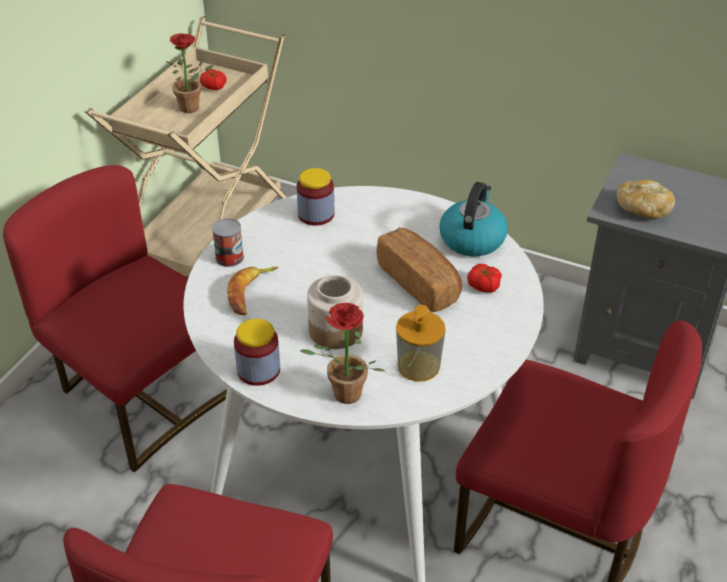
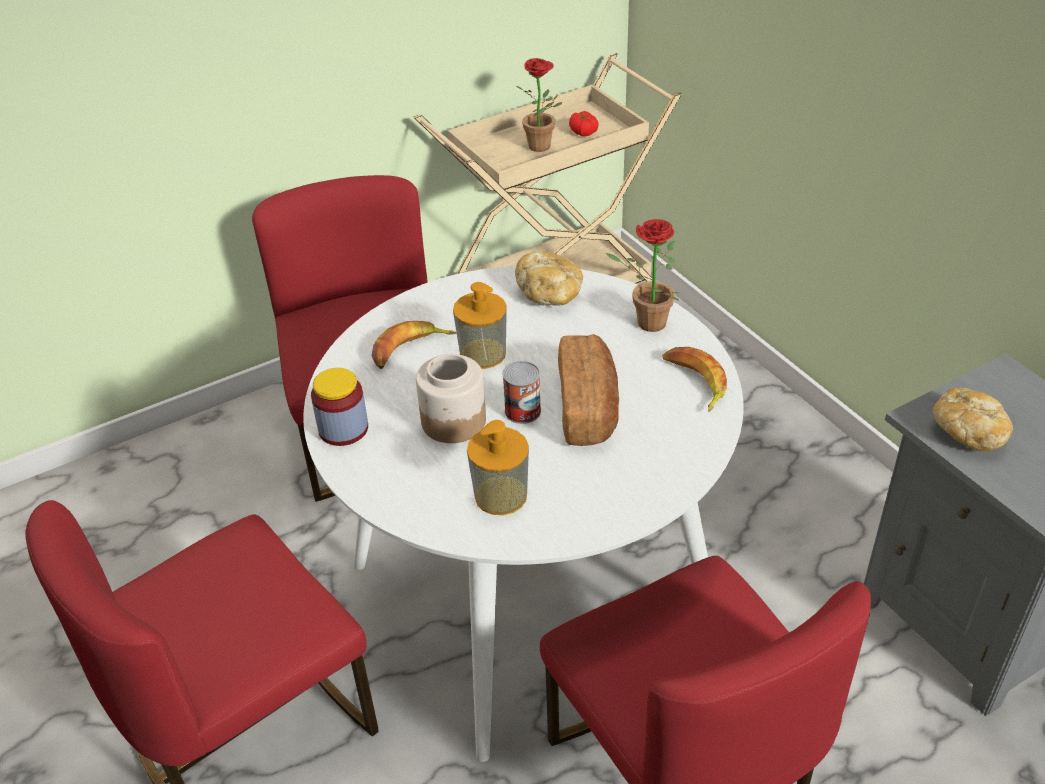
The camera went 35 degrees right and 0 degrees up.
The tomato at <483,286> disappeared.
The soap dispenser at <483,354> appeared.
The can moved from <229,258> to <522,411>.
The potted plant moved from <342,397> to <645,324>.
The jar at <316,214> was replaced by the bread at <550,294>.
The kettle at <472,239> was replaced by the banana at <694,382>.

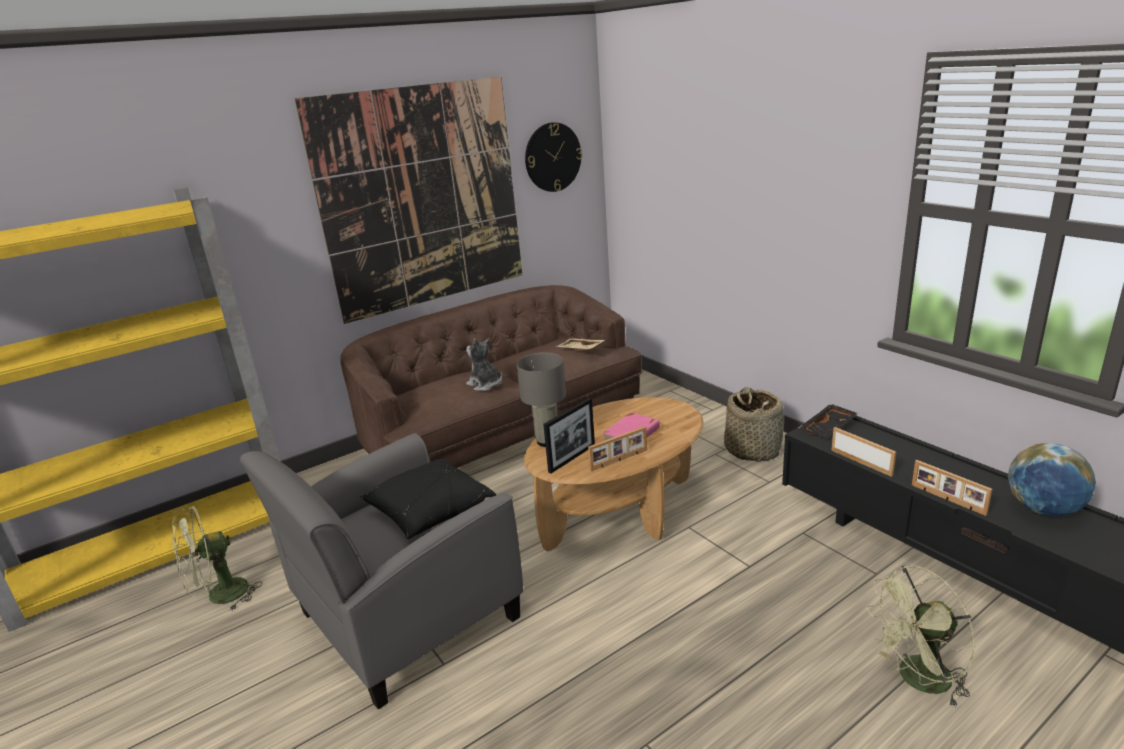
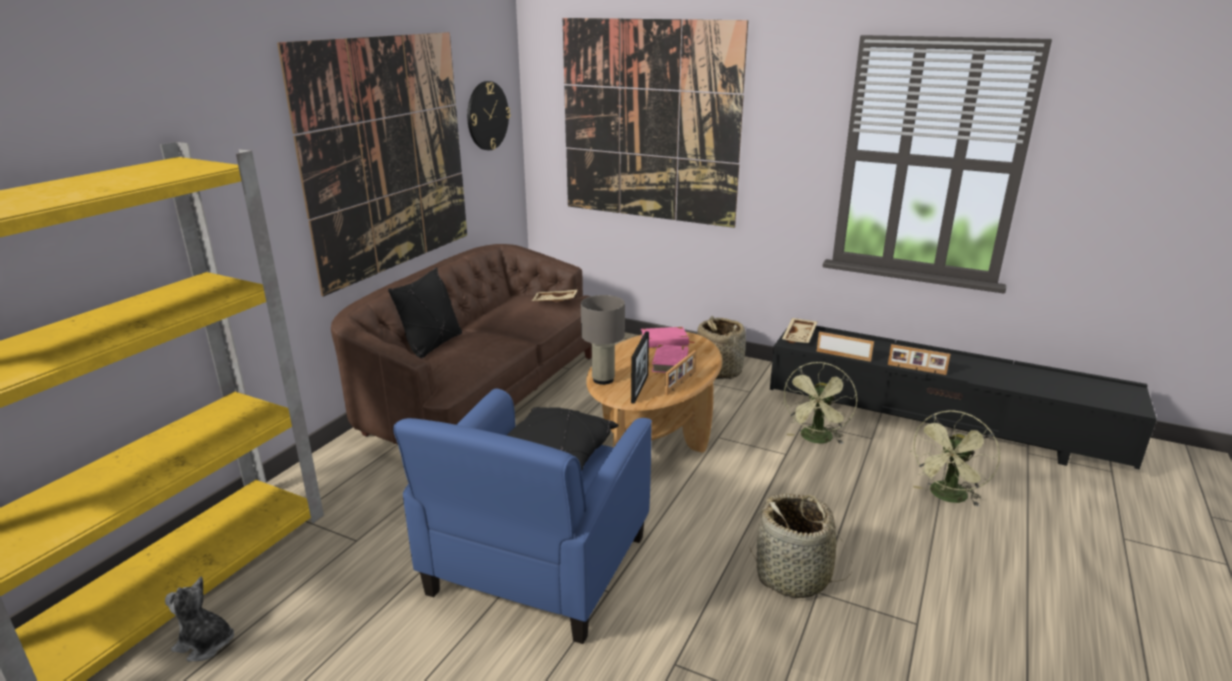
The camera went 30 degrees left and 0 degrees up.
The globe at <1043,510> disappeared.
The pillow (black) at <432,346> appeared.
The picture at <649,122> appeared.
The book (pink) at <664,341> appeared.
The basket at <793,576> appeared.
The fan (green) moved from <219,597> to <816,440>.
The plush toy moved from <485,385> to <205,644>.
The armchair (grey) at <406,617> became the armchair (blue) at <537,567>.
The tray (black) at <828,428> became the tray (beige) at <800,336>.

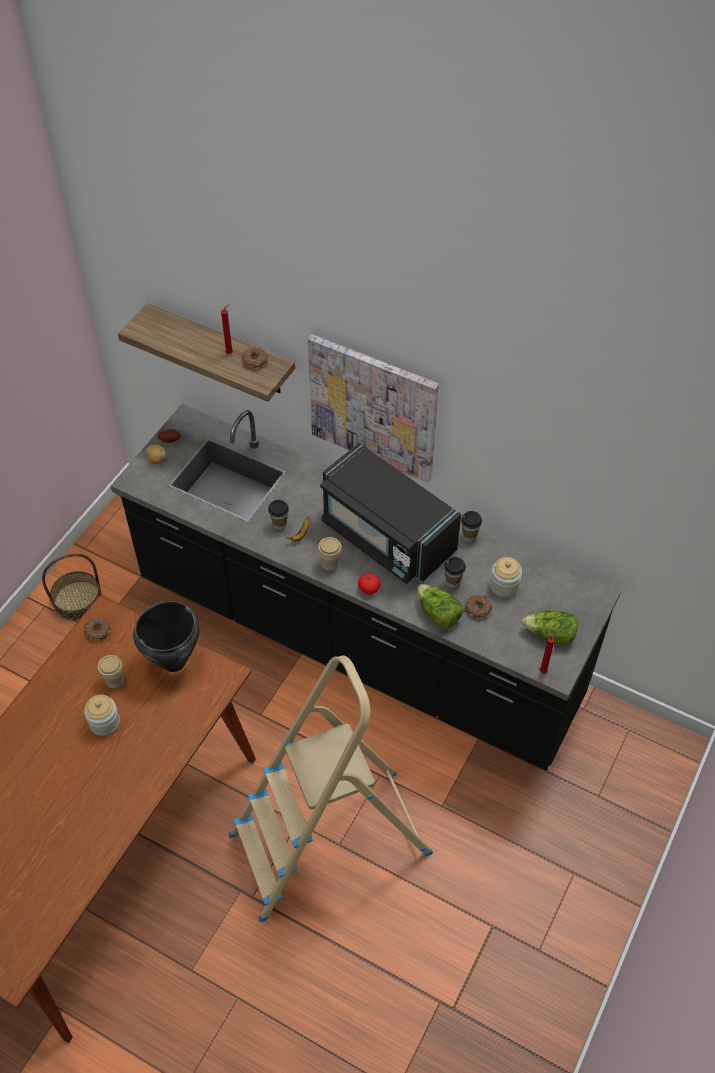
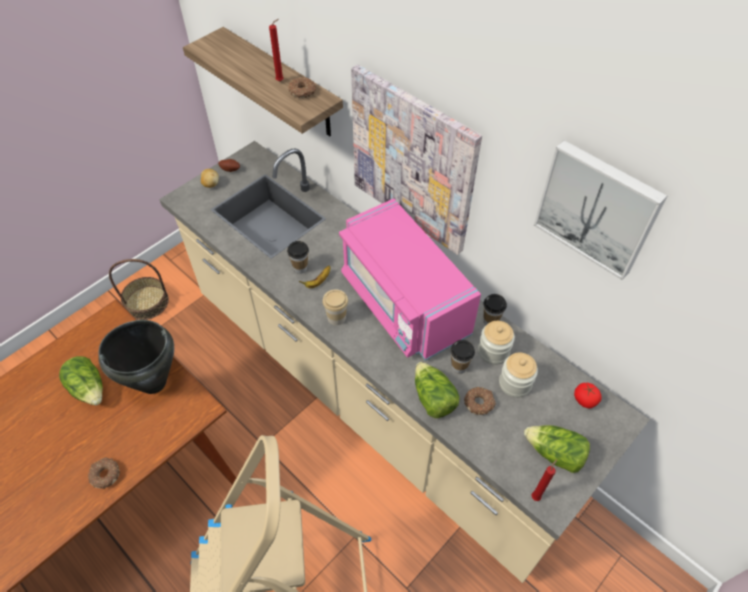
The camera went 15 degrees right and 0 degrees up.
The picture at <597,208> appeared.
The donut moved from <97,631> to <105,474>.
The jar moved from <105,722> to <493,351>.
The tomato moved from <368,589> to <584,400>.
The cup at <114,680> was replaced by the lettuce at <89,388>.
The counter (black) at <357,640> became the counter (beige) at <374,395>.
The microwave (black) at <386,536> became the microwave (pink) at <403,302>.

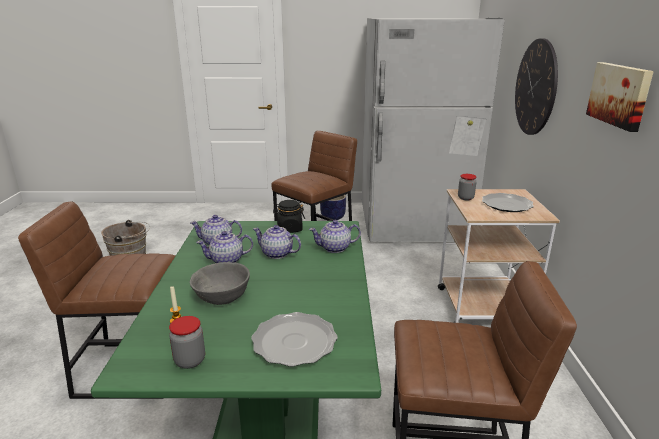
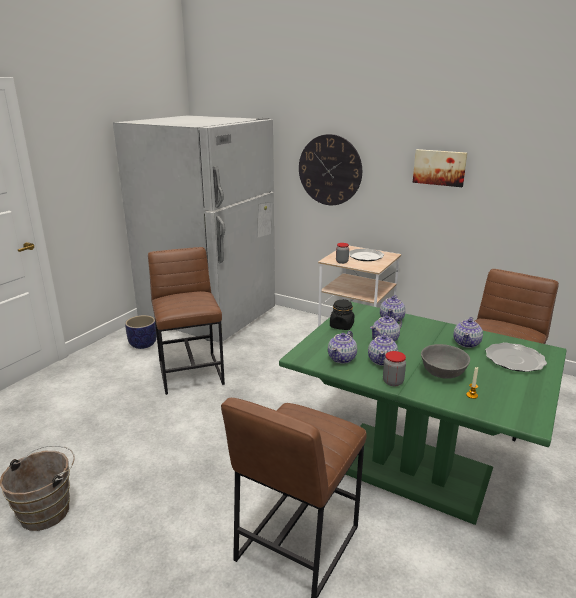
The camera went 60 degrees left and 0 degrees up.
The teapot at <467,343> appeared.
The jar moved from <190,360> to <393,382>.

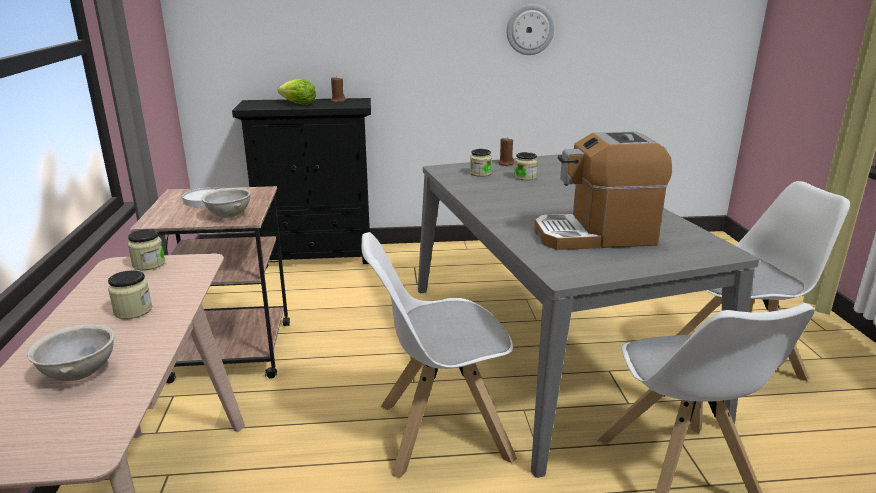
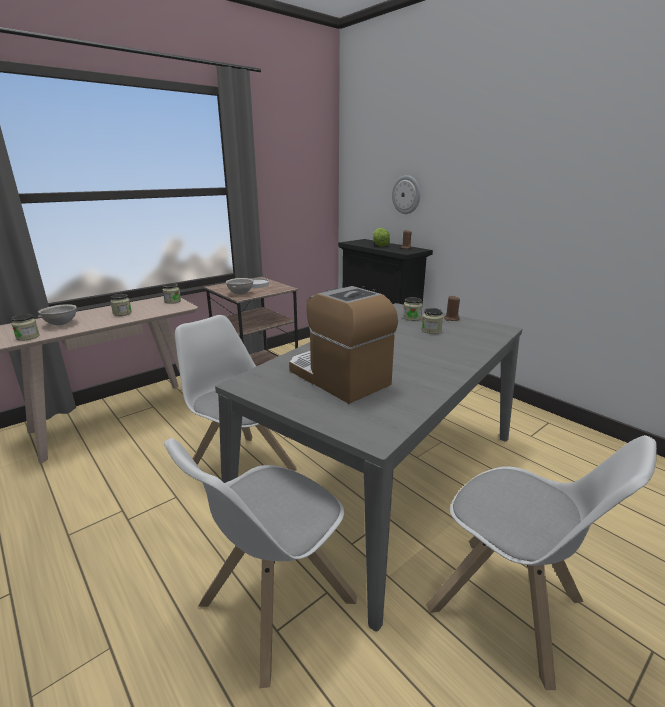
The camera went 55 degrees right and 0 degrees up.
The jar at <28,337> appeared.
The wall clock moved from <530,29> to <406,195>.

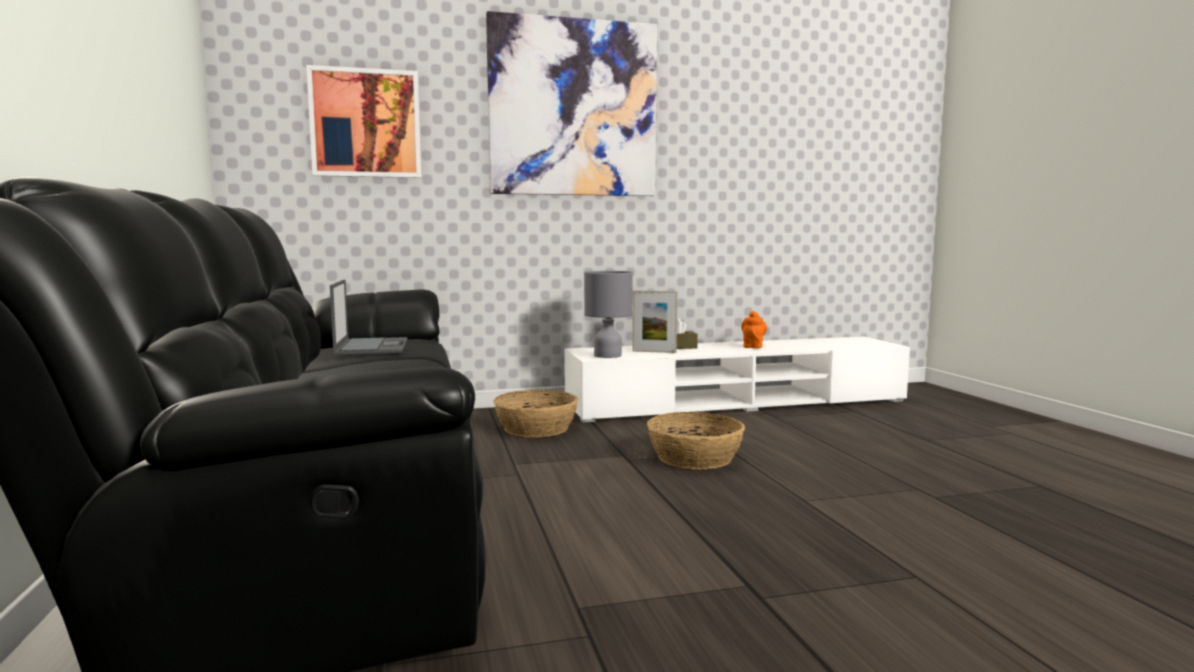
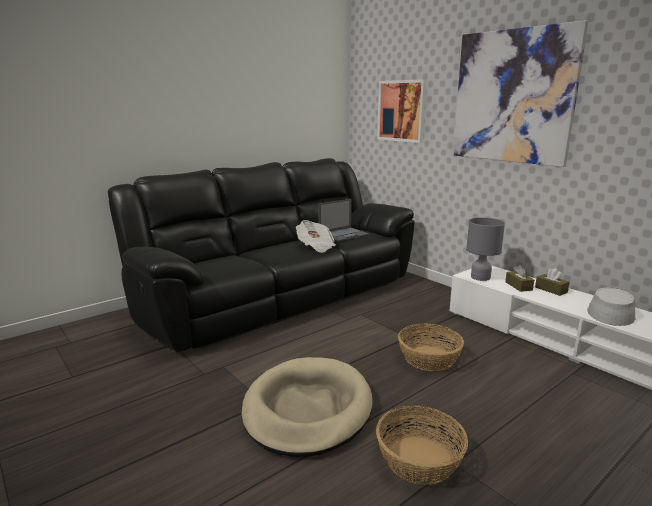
The camera went 65 degrees right and 10 degrees up.
The dog bed (beige) at <307,409> appeared.
The newspaper at <315,246> appeared.
The basket moved from <537,429> to <419,460>.
The picture frame at <654,352> was replaced by the tissue box (brown) at <518,286>.
The teapot (orange) at <753,346> was replaced by the hat (grey) at <610,312>.

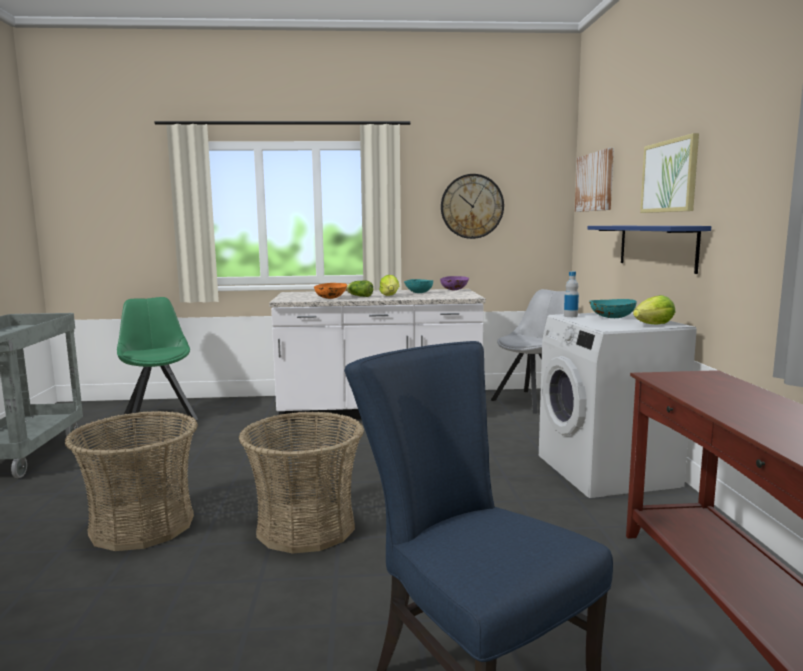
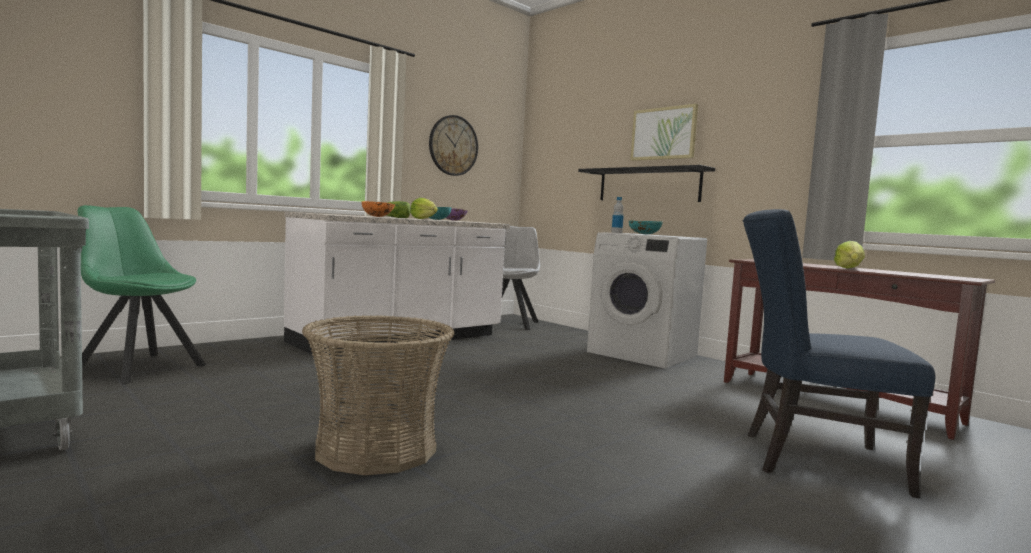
The camera went 40 degrees left and 5 degrees down.
The basket at <306,527> disappeared.
The picture at <595,182> disappeared.
The lettuce moved from <654,325> to <849,268>.
The shelf (blue) at <656,246> became the shelf (black) at <648,185>.

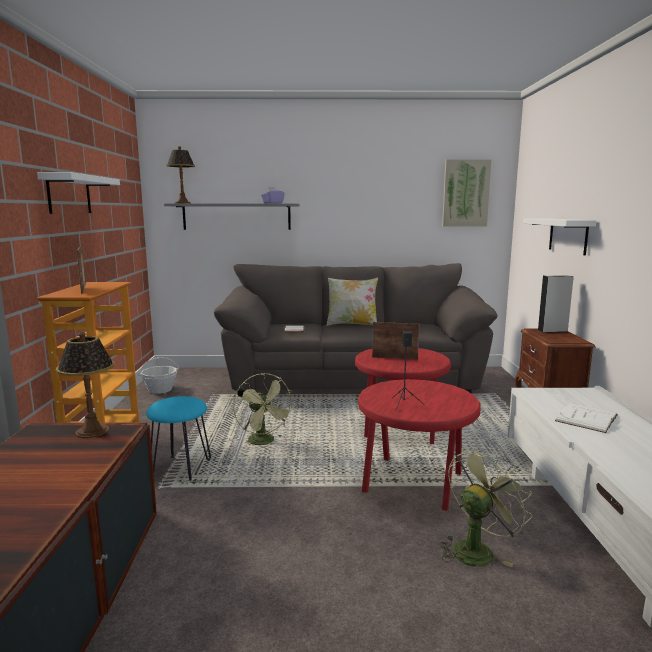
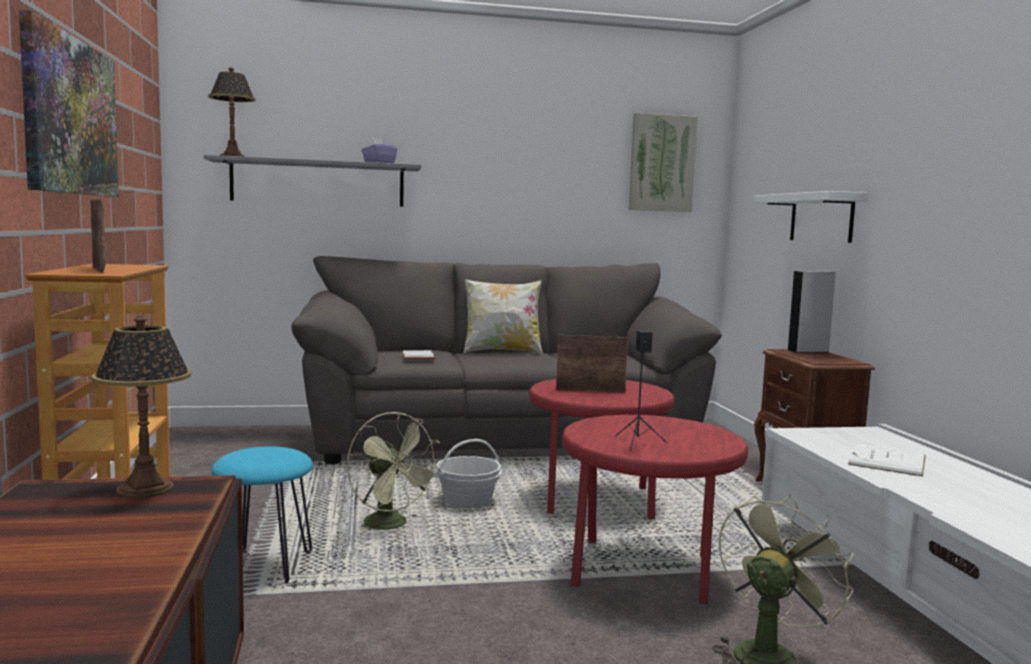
The camera went 10 degrees left and 5 degrees down.
The basket moved from <160,389> to <467,502>.
The shelf (white) at <69,194> was replaced by the picture at <71,117>.

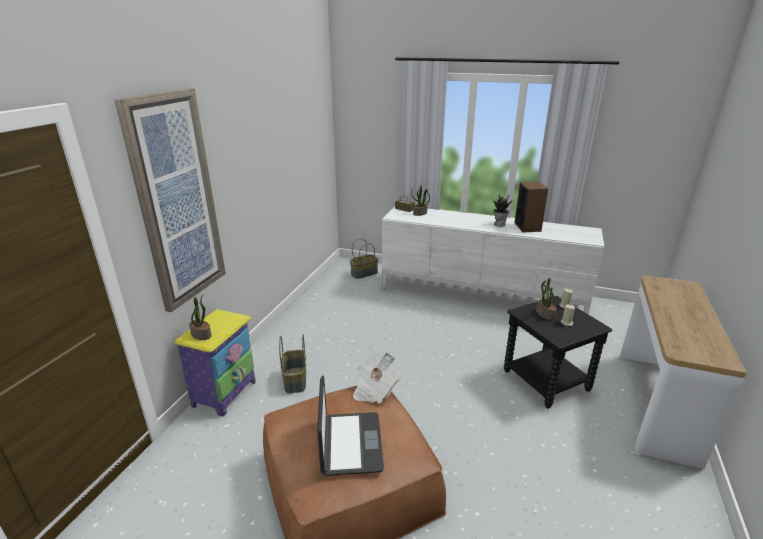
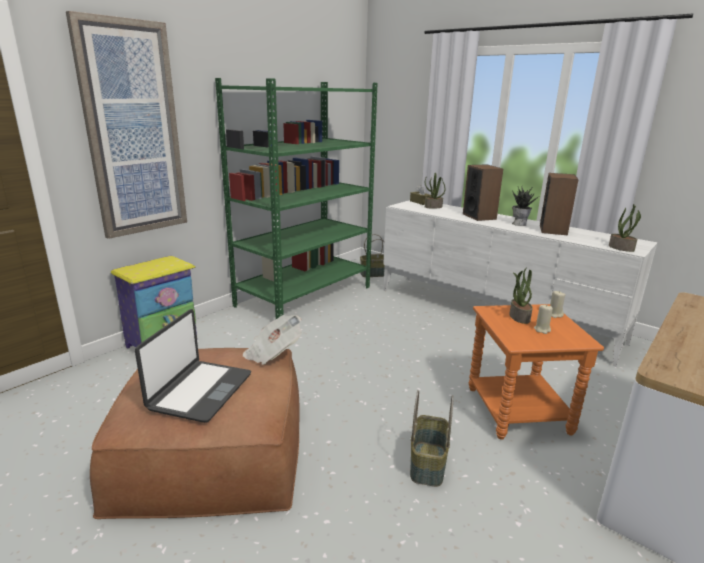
The camera went 20 degrees right and 5 degrees down.
The bookcase (green) at <305,296> appeared.
The speaker at <479,216> appeared.
The potted plant moved from <202,334> to <621,248>.
The basket moved from <296,380> to <428,464>.
The side table (black) at <546,380> became the side table (orange) at <519,411>.

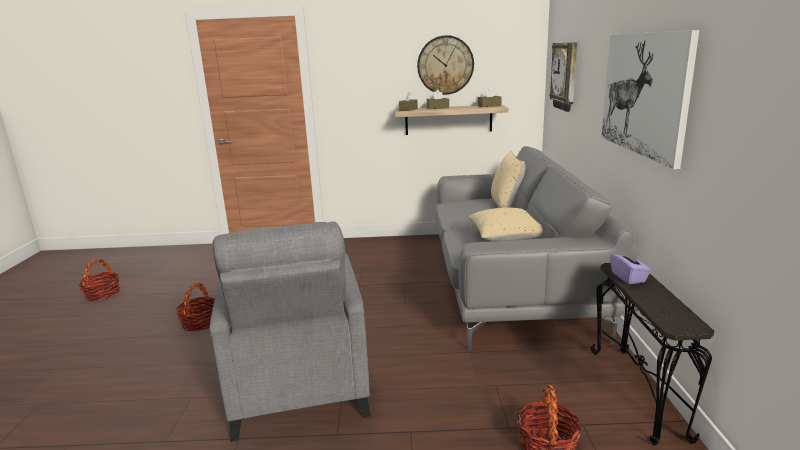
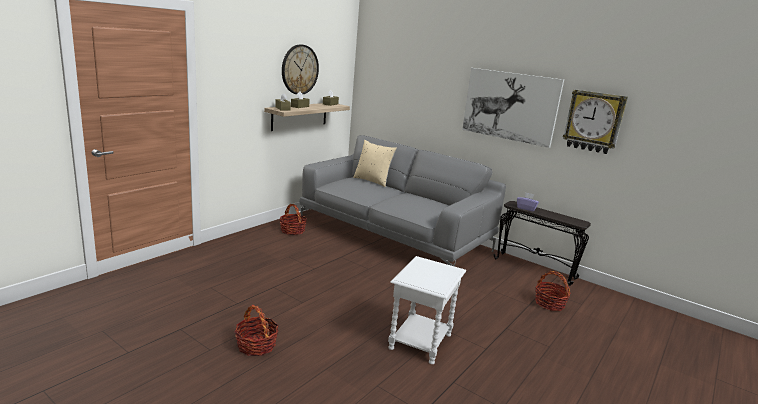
The camera went 55 degrees left and 0 degrees up.
The pillow (beige) at <505,237> disappeared.
The basket moved from <102,294> to <292,230>.
The wall clock moved from <566,76> to <593,121>.
The armchair (grey) at <299,388> was replaced by the side table (white) at <421,341>.

